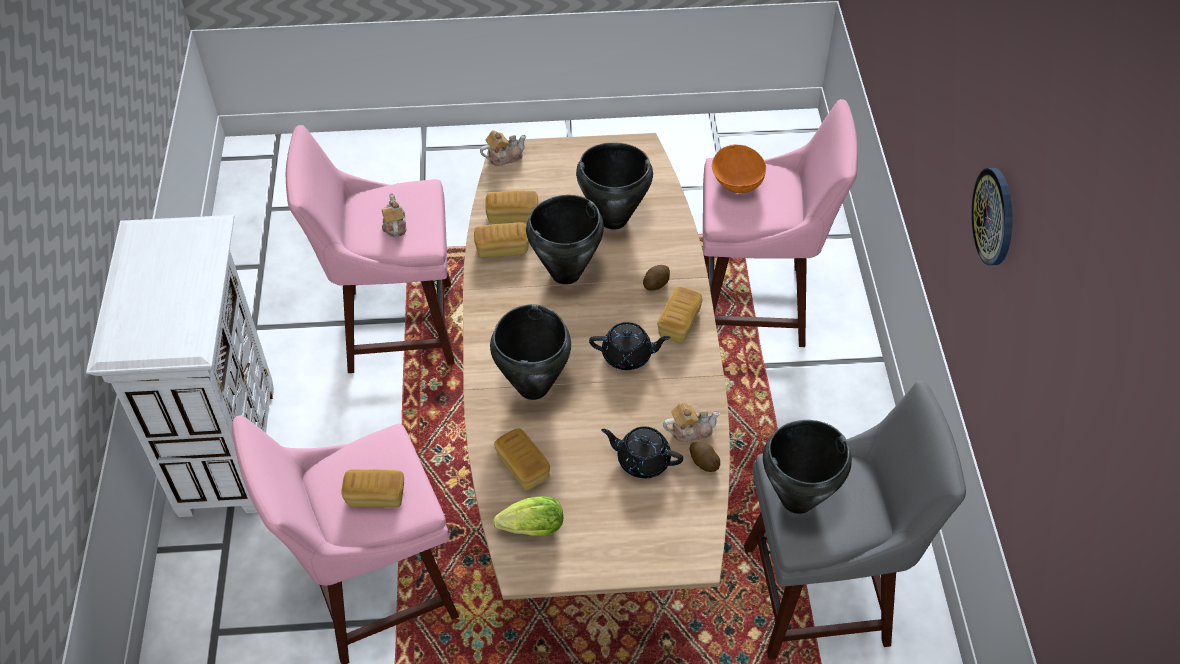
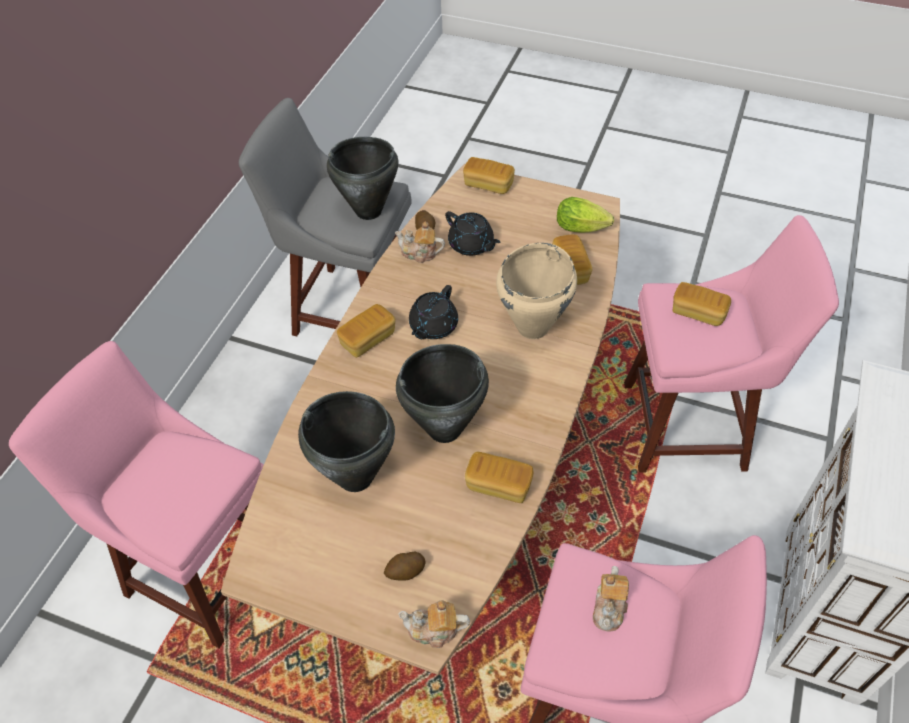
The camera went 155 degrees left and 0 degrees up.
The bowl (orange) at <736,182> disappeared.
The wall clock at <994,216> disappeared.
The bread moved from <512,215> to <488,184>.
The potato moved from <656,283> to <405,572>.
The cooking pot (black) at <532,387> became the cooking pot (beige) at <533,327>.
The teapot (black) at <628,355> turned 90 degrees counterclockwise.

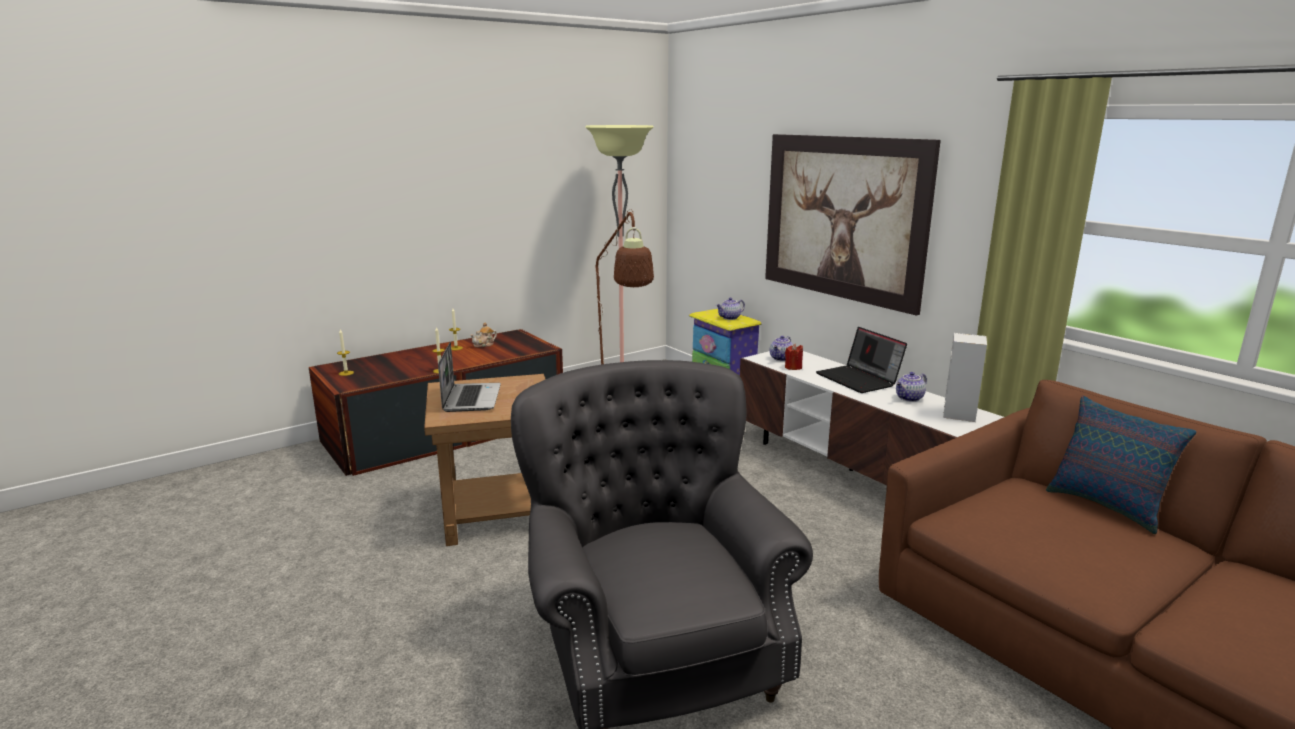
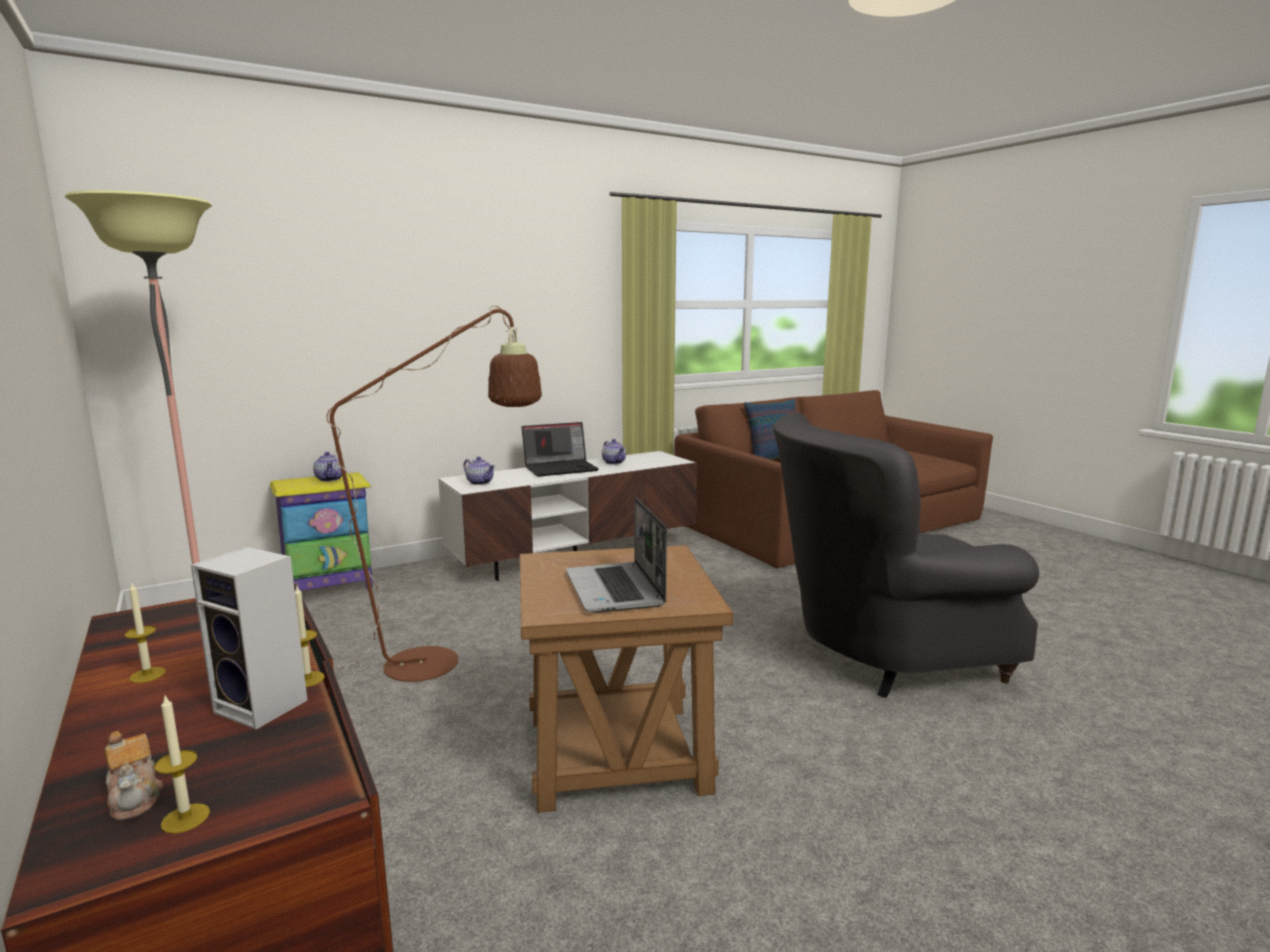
The camera went 85 degrees left and 5 degrees down.
The picture at <843,218> disappeared.
The candle (red) at <793,367> disappeared.
The teapot moved from <484,345> to <135,797>.
The speaker moved from <960,414> to <264,706>.
The laptop at <471,398> turned 105 degrees counterclockwise.

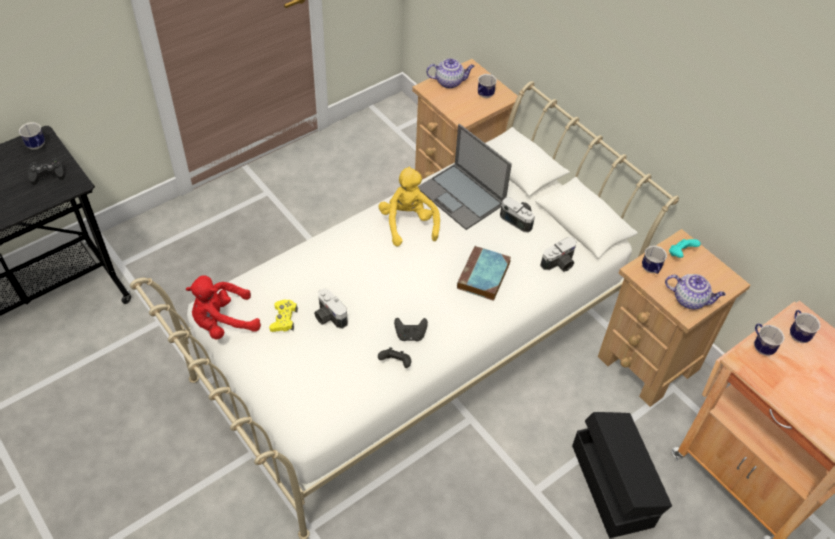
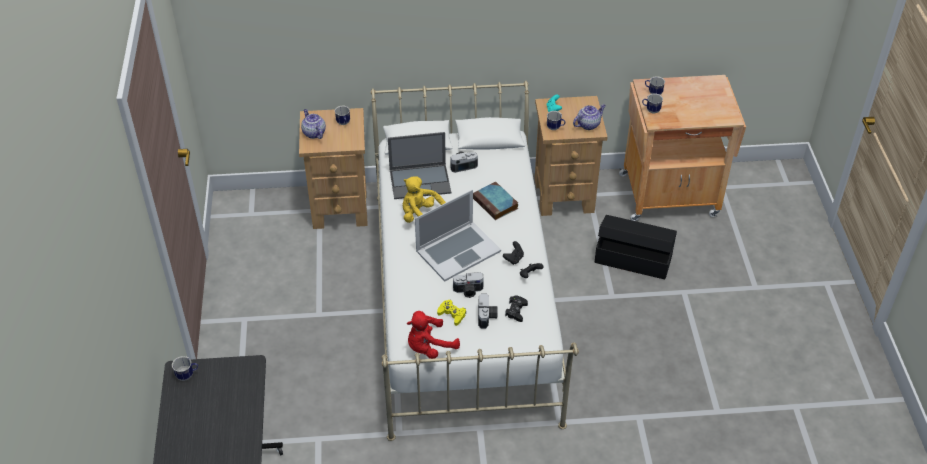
The camera went 55 degrees left and 5 degrees down.
The laptop at <458,250> appeared.
The game controller (black) moved from <47,174> to <516,311>.
The photo camera moved from <559,264> to <487,316>.
The plush toy (red) at <223,322> turned 45 degrees clockwise.
The teapot at <450,82> turned 60 degrees counterclockwise.

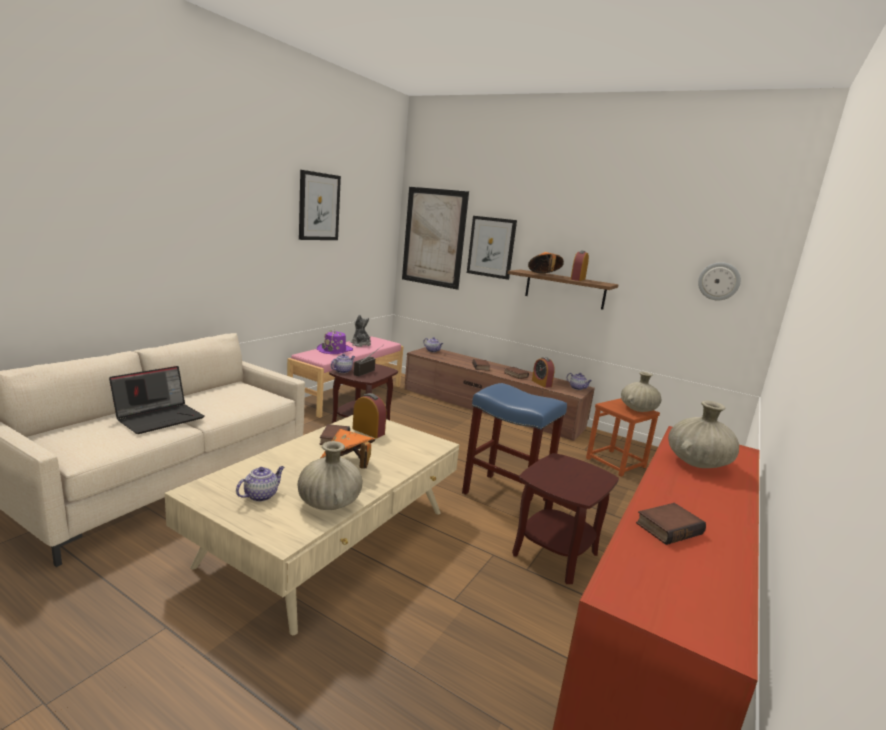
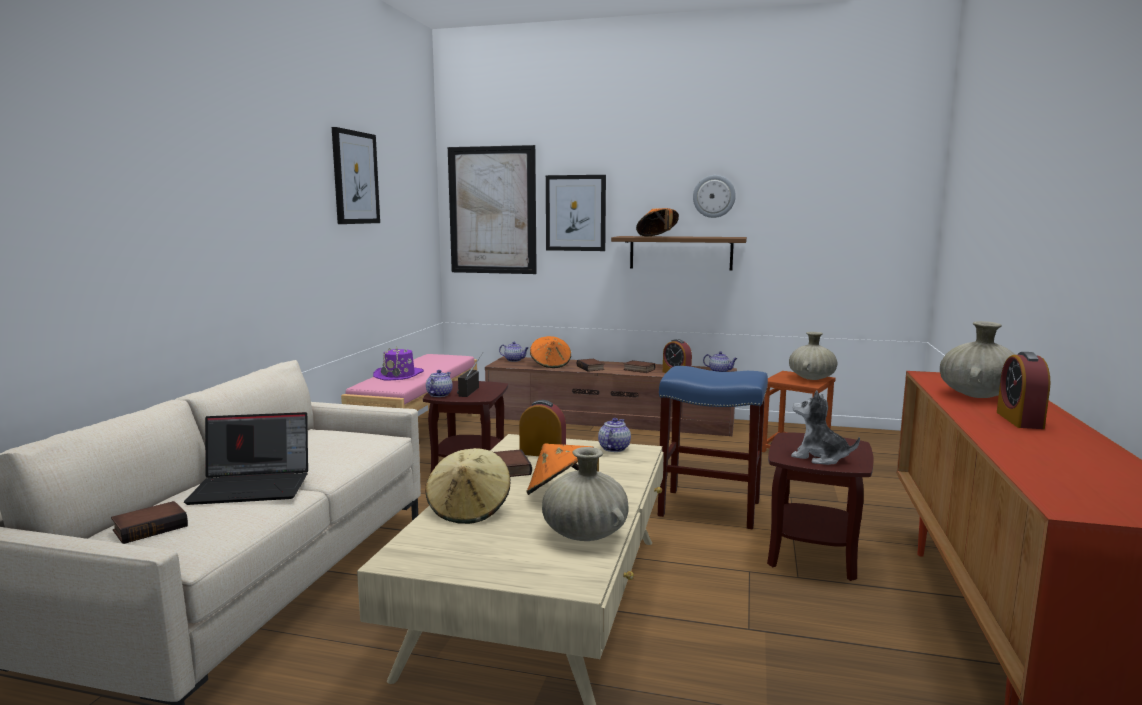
The camera went 15 degrees left and 5 degrees down.
The hat (beige) at <469,509> appeared.
The hat (orange) at <550,364> appeared.
The teapot moved from <261,495> to <614,448>.
The plush toy moved from <360,344> to <819,457>.
The alarm clock moved from <577,279> to <1019,420>.
The book moved from <668,527> to <151,527>.
The wall clock moved from <719,281> to <714,196>.
The laptop at <160,417> turned 60 degrees clockwise.

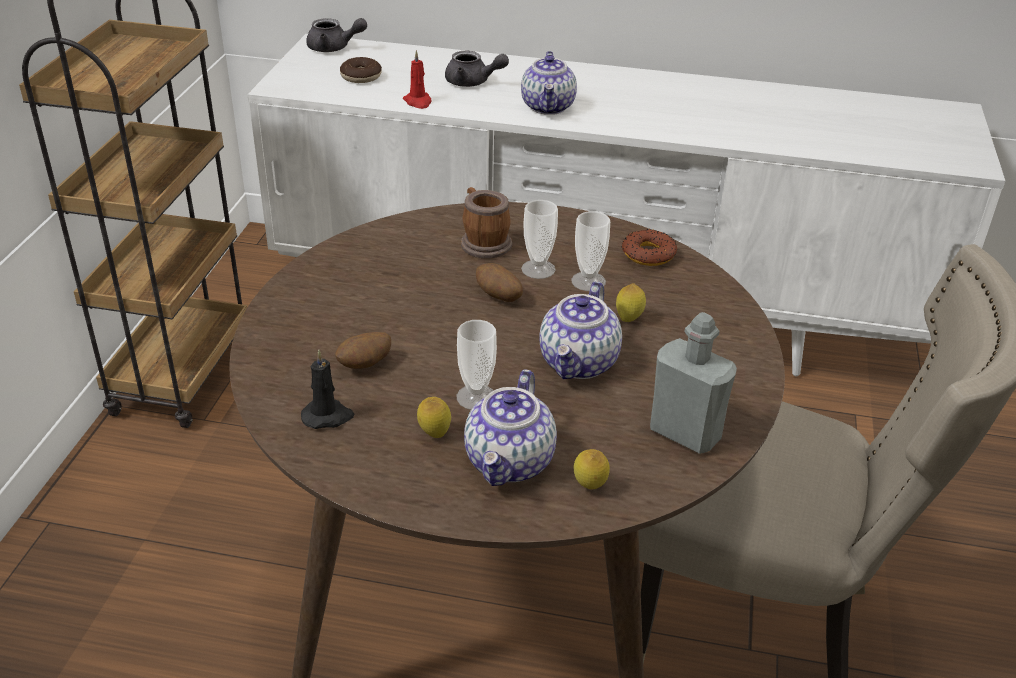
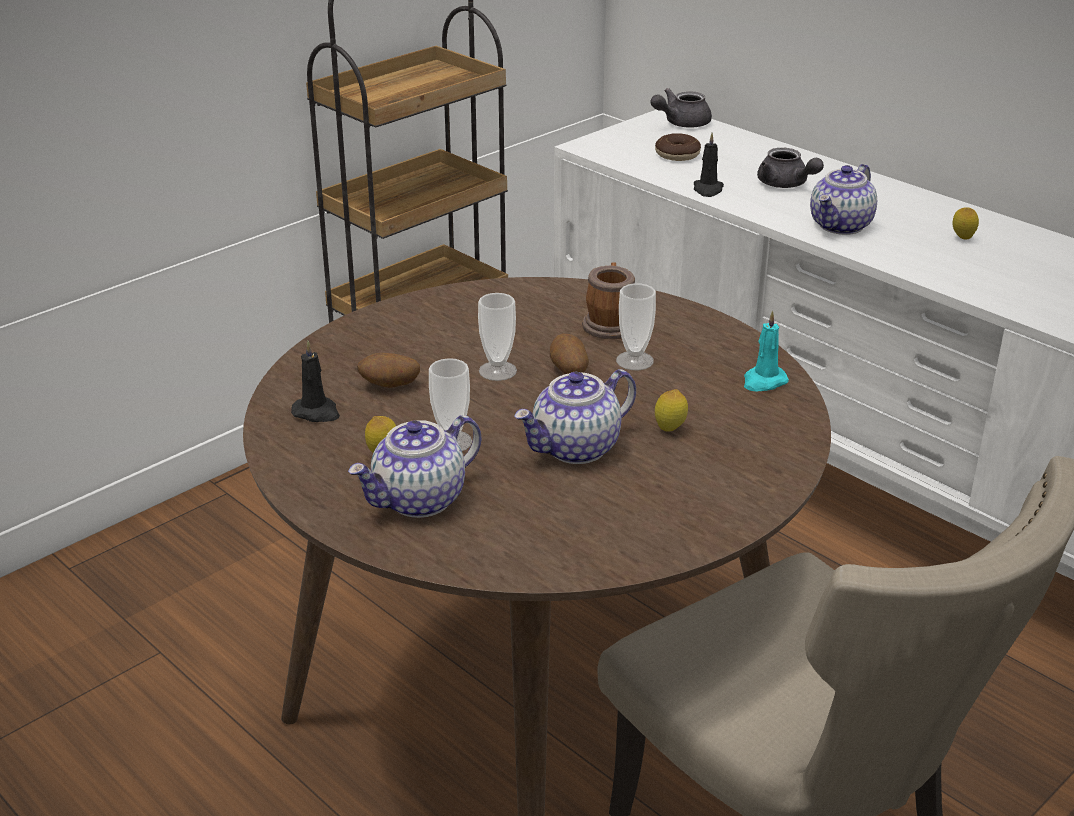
The camera went 35 degrees right and 5 degrees down.
The bottle (grey) at <685,433> disappeared.
The cup moved from <588,281> to <497,371>.
The lemon moved from <589,487> to <962,239>.
The donut at <648,254> was replaced by the candle (turquoise) at <763,382>.
The candle (red) at <418,102> became the candle (black) at <708,190>.
The teapot (grey) at <334,48> turned 105 degrees clockwise.

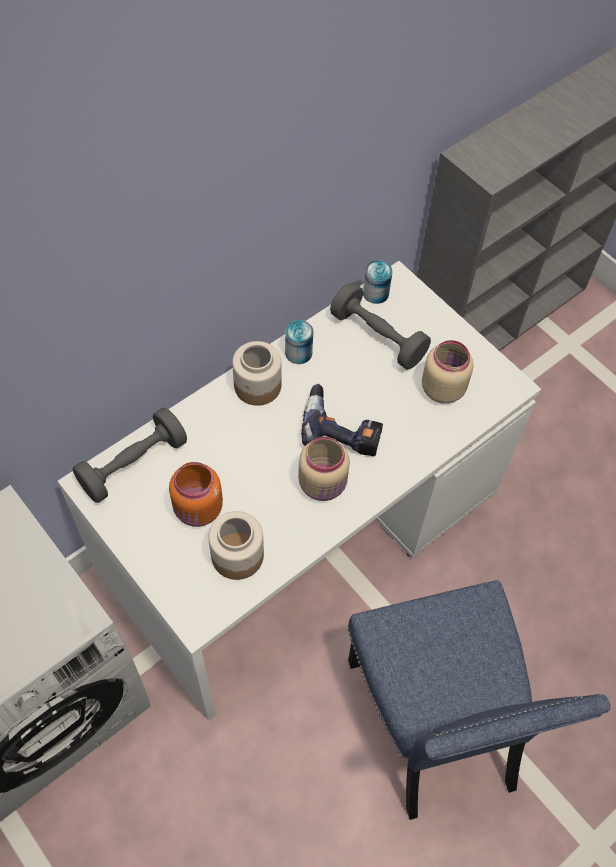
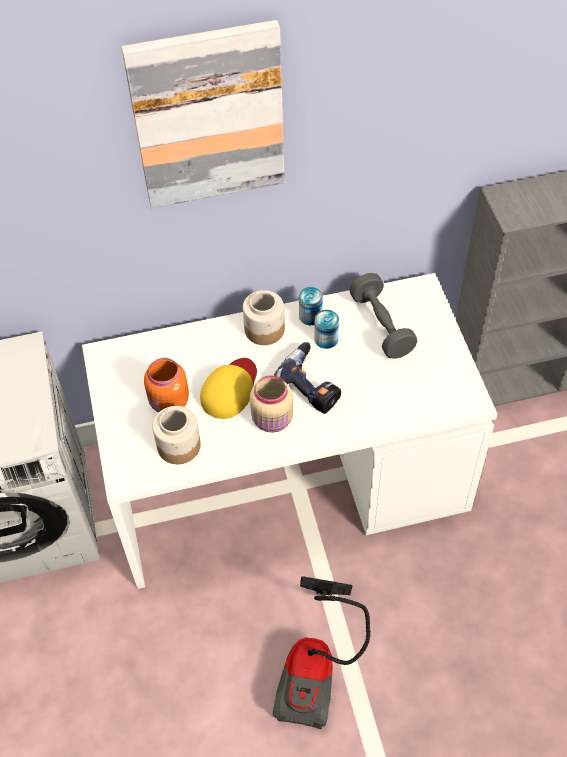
The camera went 30 degrees right and 5 degrees down.
The dumbbell (grey) at <133,464> disappeared.
The jar (beige) at <442,388> disappeared.
The picture at <208,116> appeared.
The cap (yellow) at <230,389> appeared.
The can moved from <375,293> to <326,339>.
The chair (blue) at <434,716> was replaced by the vacuum cleaner at <317,667>.

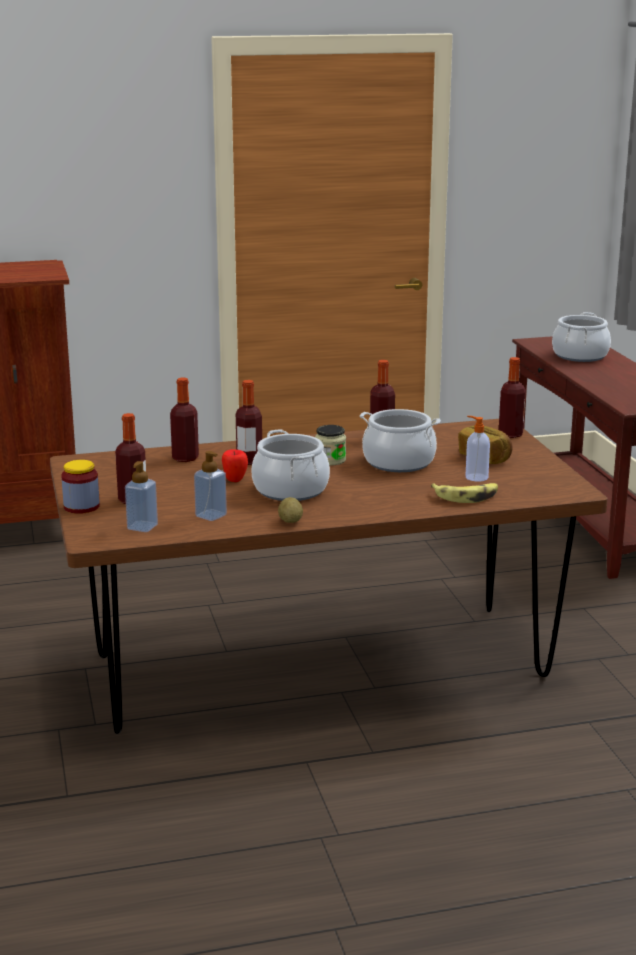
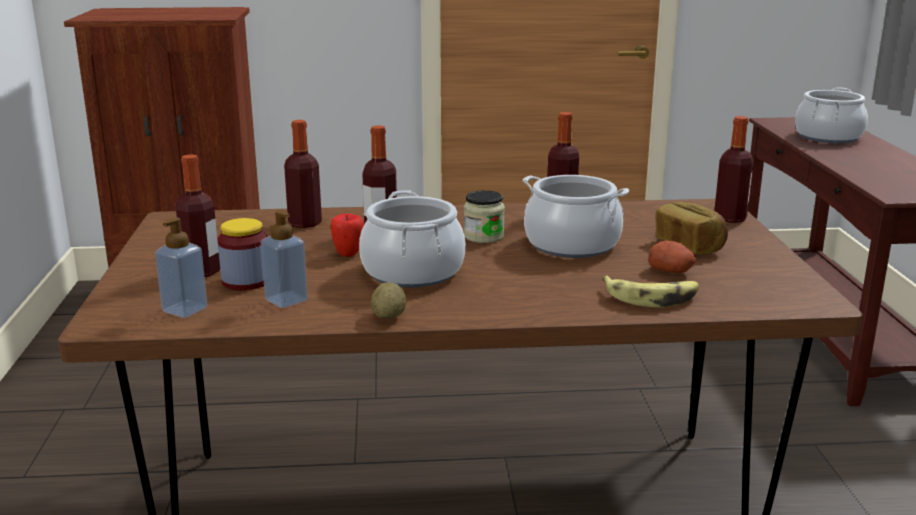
The camera went 10 degrees right and 0 degrees up.
The jar moved from <81,507> to <246,281>.
The soap dispenser at <475,477> was replaced by the potato at <671,271>.

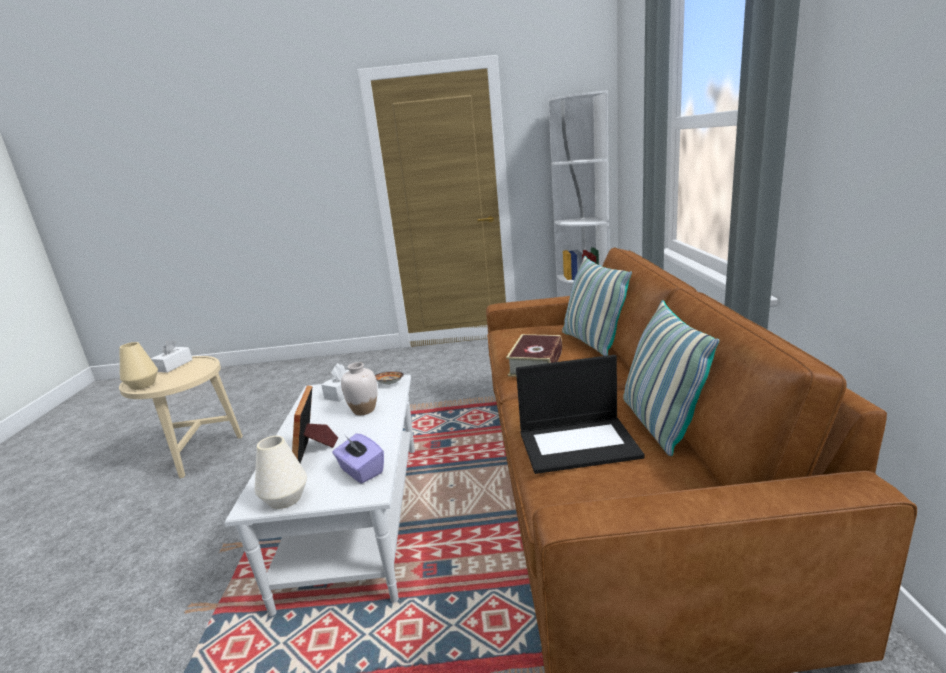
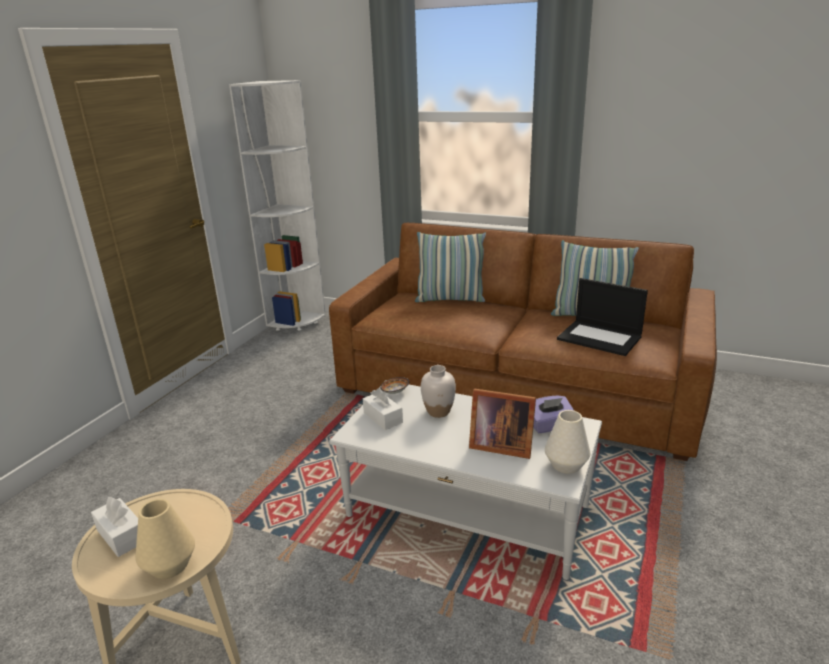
The camera went 65 degrees left and 5 degrees up.
The book at <536,364> disappeared.
The laptop at <579,444> turned 105 degrees clockwise.

